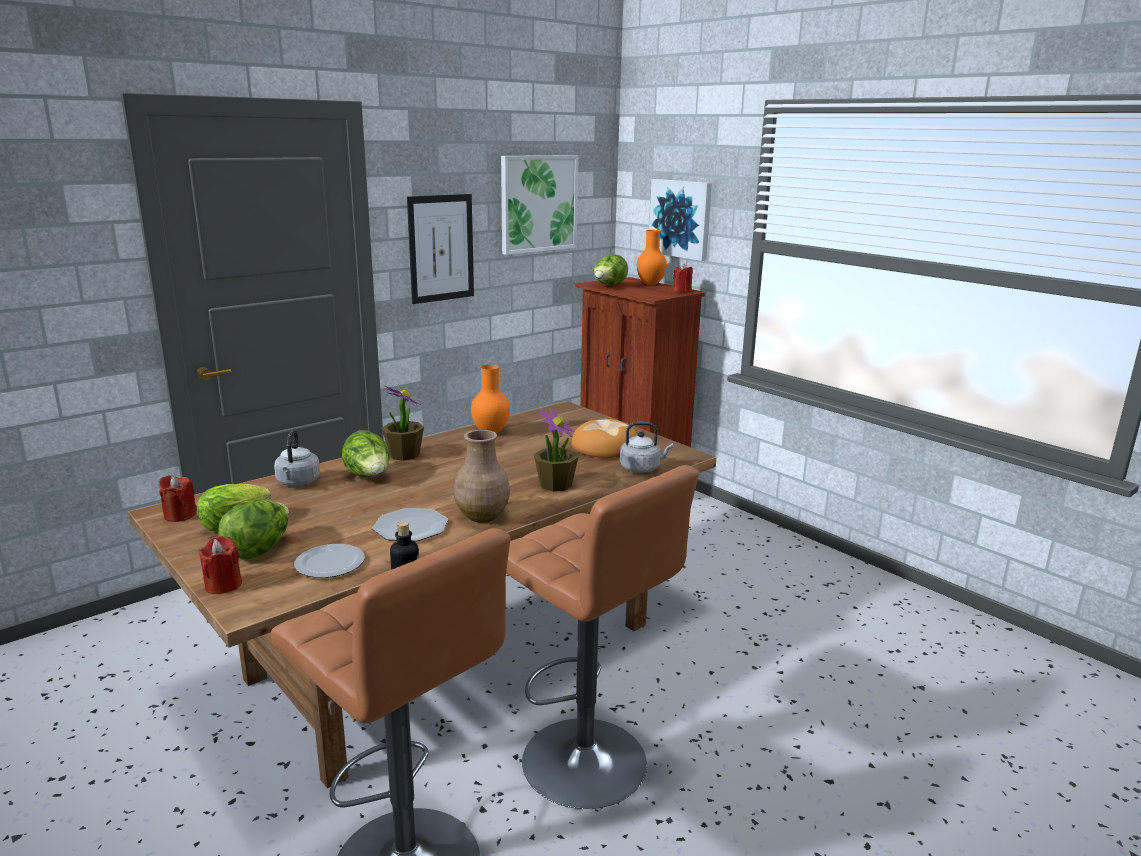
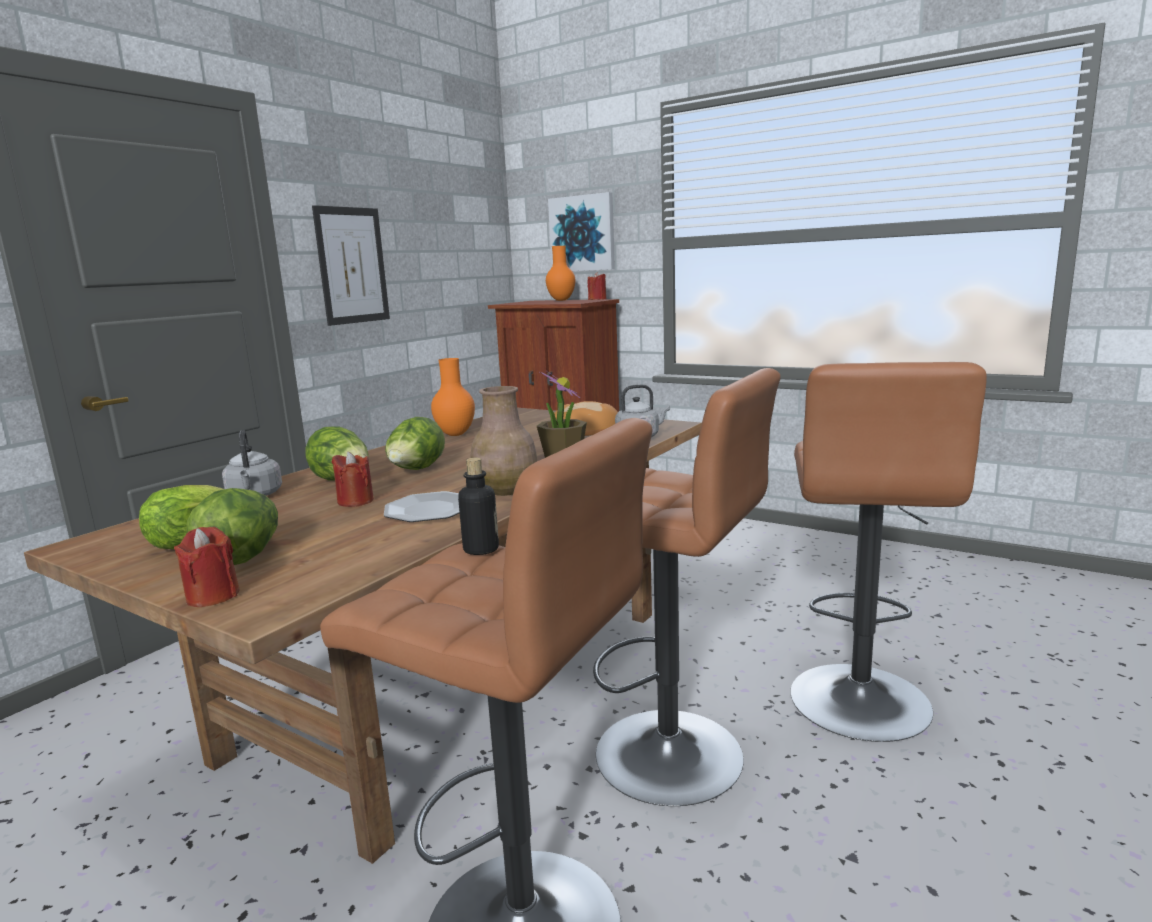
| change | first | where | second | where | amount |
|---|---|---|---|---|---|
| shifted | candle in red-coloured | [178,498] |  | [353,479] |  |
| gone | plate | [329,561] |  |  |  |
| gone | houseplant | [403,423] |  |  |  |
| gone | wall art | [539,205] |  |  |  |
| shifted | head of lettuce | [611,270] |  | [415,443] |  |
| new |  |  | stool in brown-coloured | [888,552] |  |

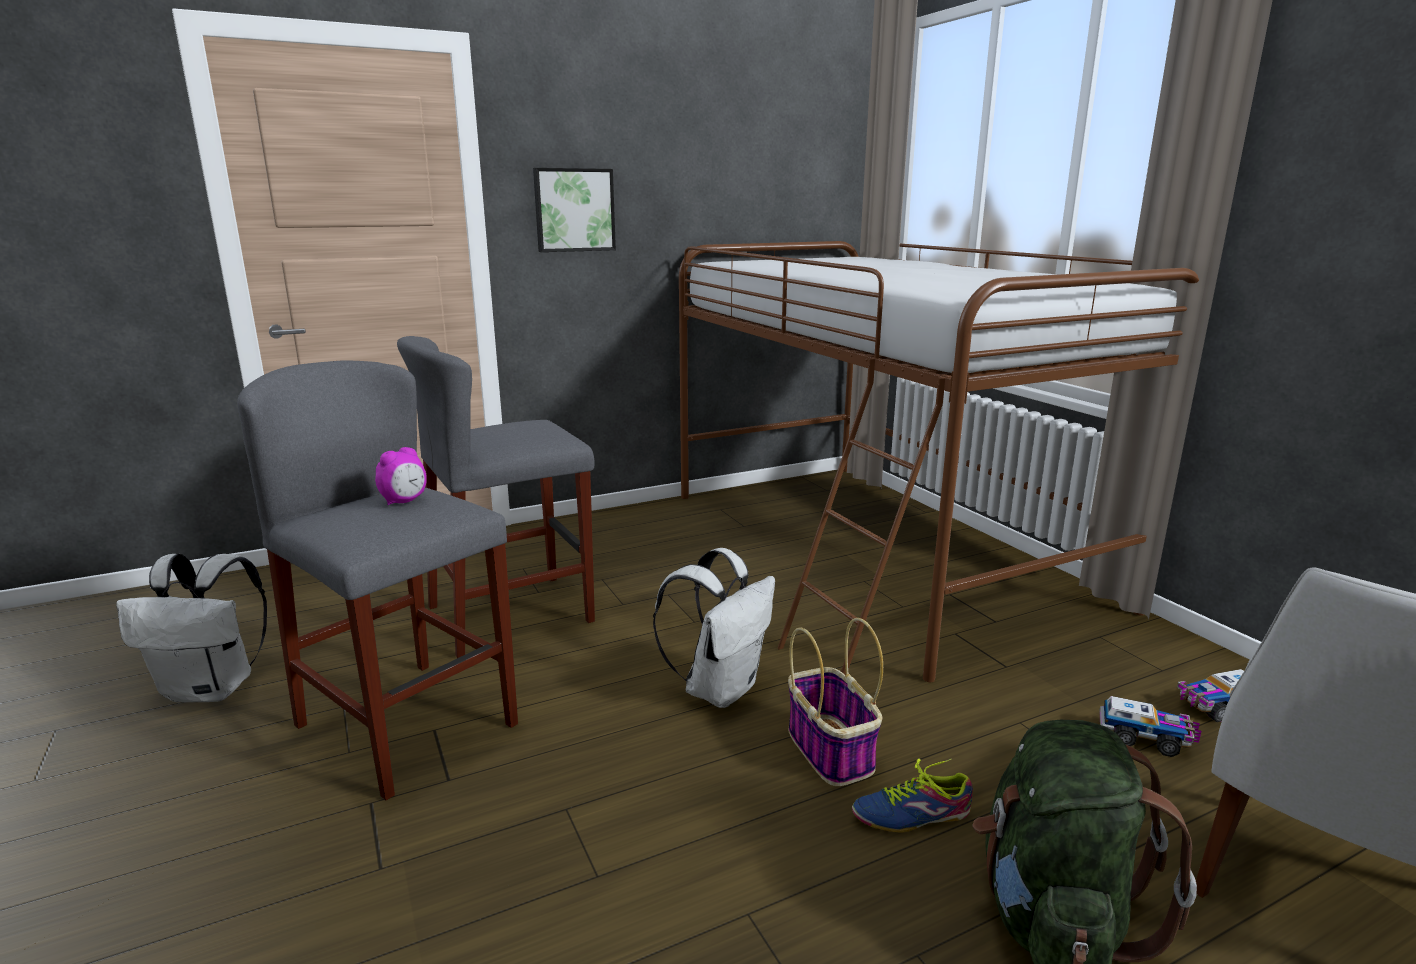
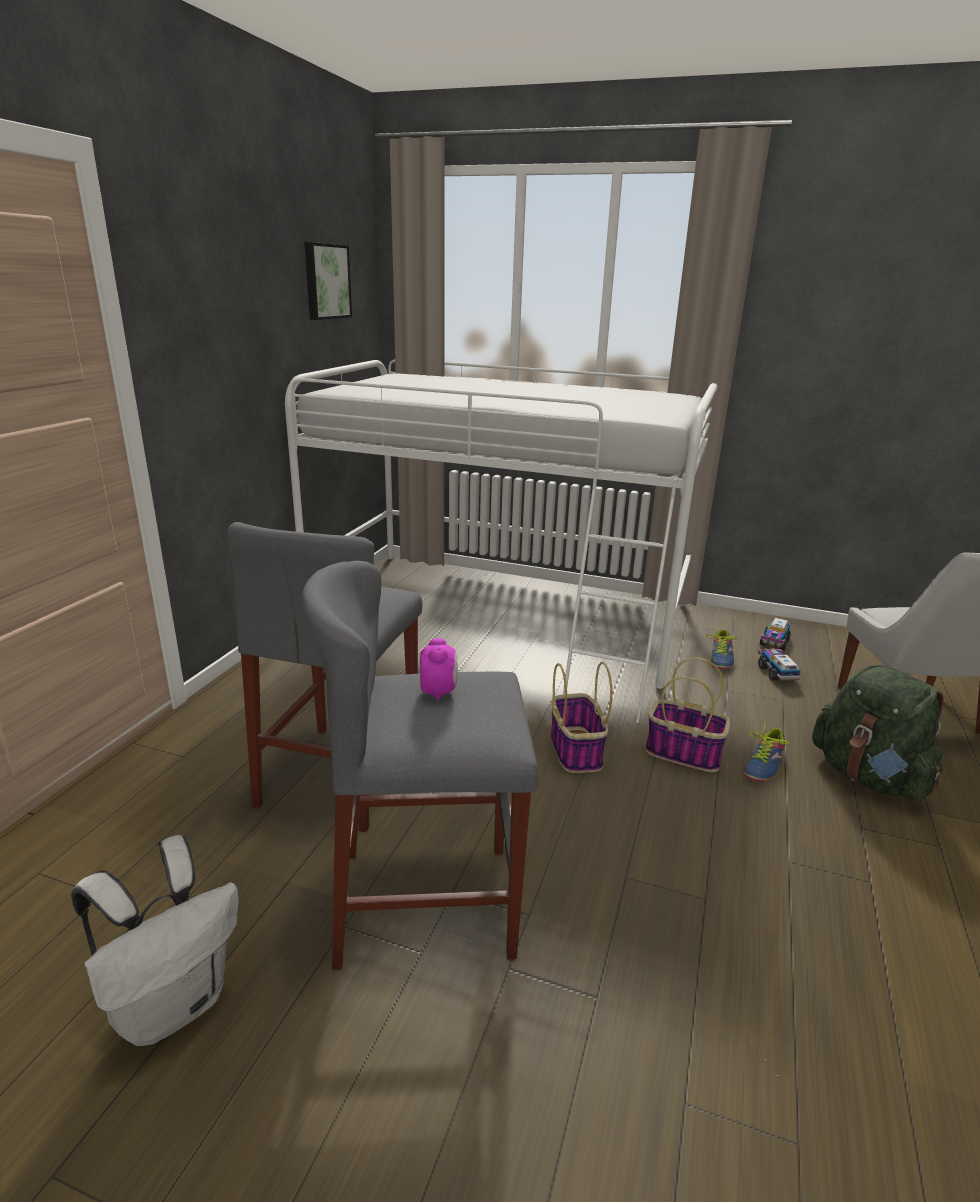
| change | first | where | second | where | amount |
|---|---|---|---|---|---|
| shifted | wall art | [574,210] |  | [328,281] |  |
| swapped | rucksack in white-coloured | [714,628] | household basket | [582,717] |  |
| repainted | bedroom bed in brown-coloured | [939,461] | bedroom bed in white-coloured | [501,541] |  |
| rotated | toy truck | [1150,726] |  | [779,664] | 75 degrees counterclockwise |
| new |  |  | low shoe | [721,648] |  |

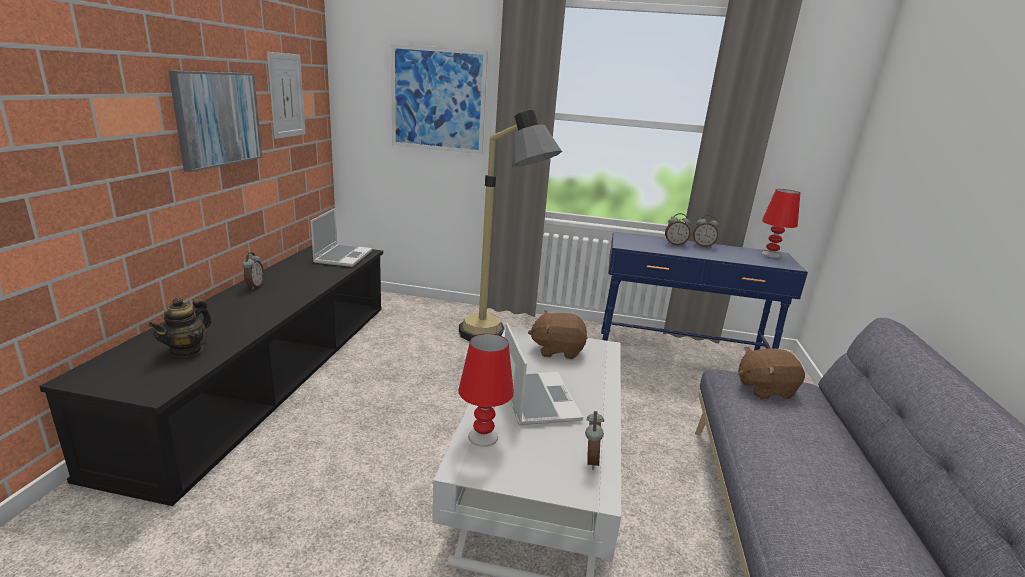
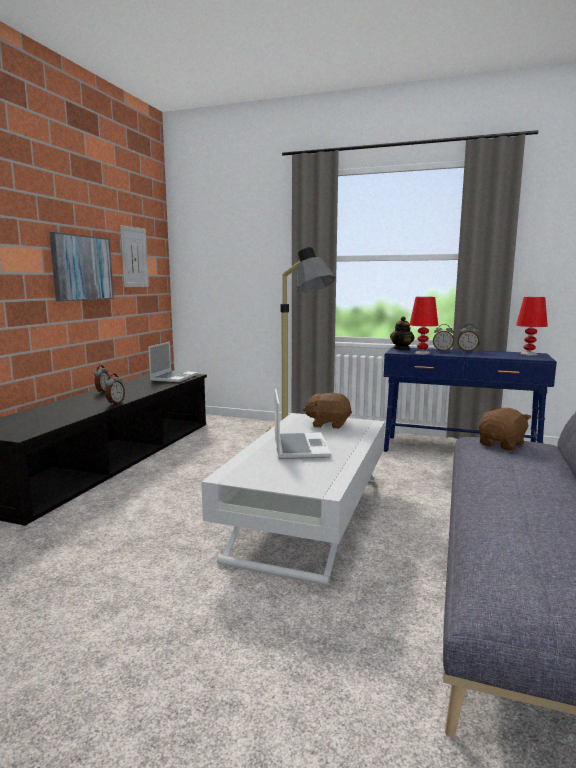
| change | first | where | second | where | amount |
|---|---|---|---|---|---|
| shifted | tea pot | [180,327] |  | [402,333] |  |
| gone | wall art | [439,99] |  |  |  |
| shifted | table lamp in red-coloured | [486,390] |  | [423,325] |  |
| shifted | alarm clock | [594,440] |  | [115,389] |  |
| rotated | cuddly toy in brown-coloured | [771,372] |  | [504,429] | 135 degrees clockwise |

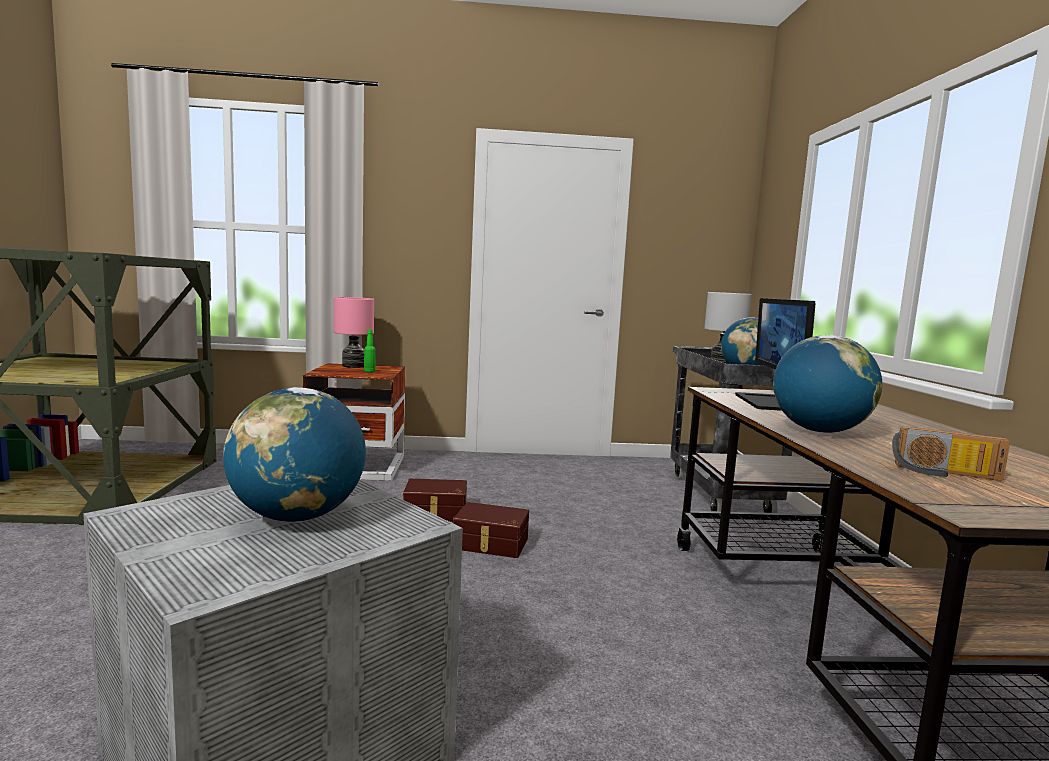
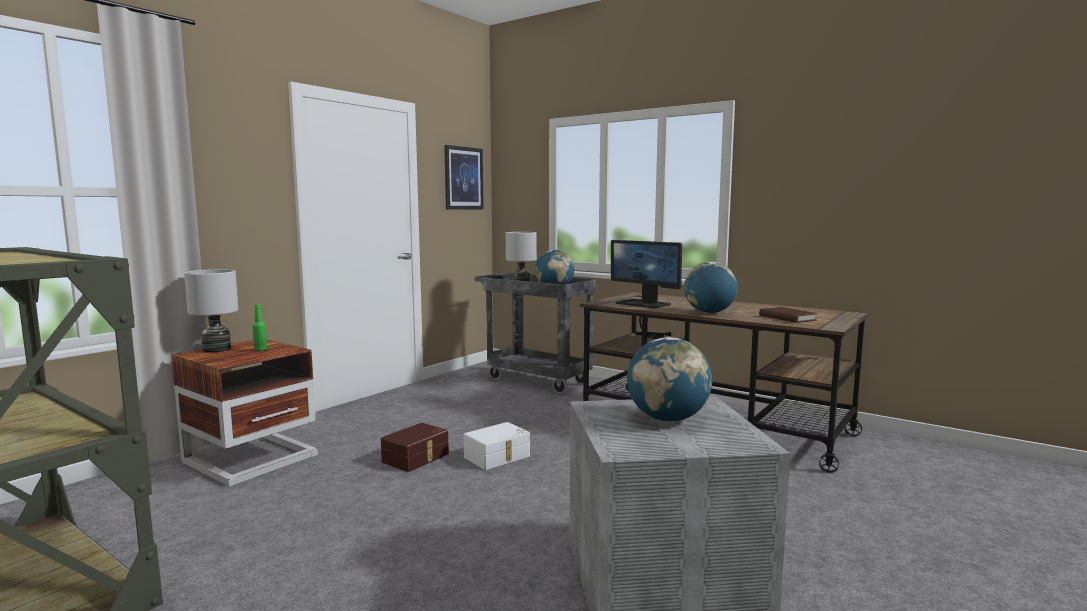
| change | first | where | second | where | amount |
|---|---|---|---|---|---|
| repainted | table lamp in pinkish | [354,332] | table lamp in greyish | [211,311] |  |
| repainted | storage container in brown-coloured | [491,530] | storage container in white-coloured | [497,446] |  |
| swapped | radio receiver | [951,453] | book in brown-coloured | [788,315] |  |
| new |  |  | wall art | [464,177] |  |

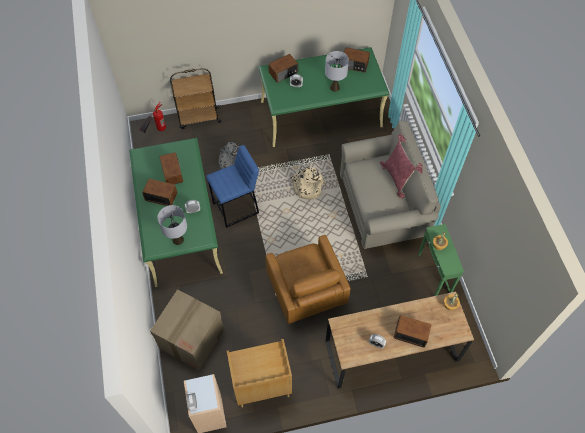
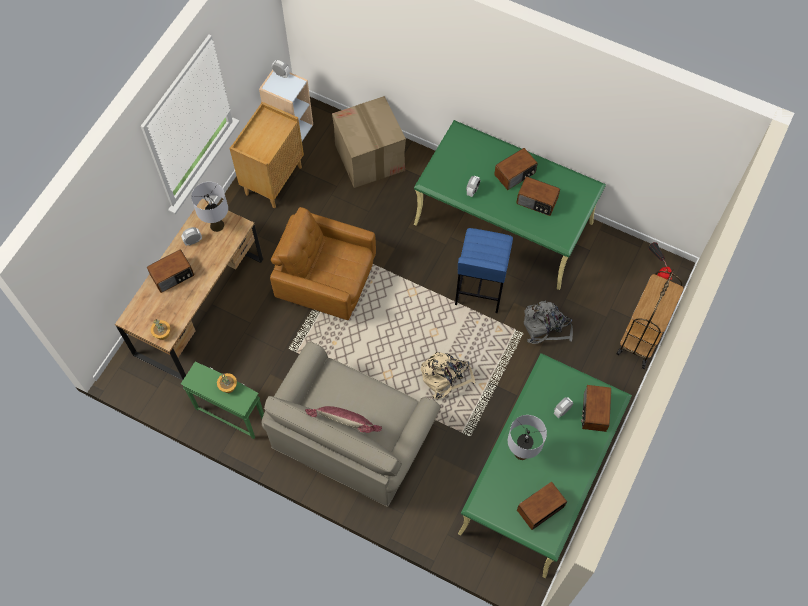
| change | first | where | second | where | amount |
|---|---|---|---|---|---|
| shifted | table lamp in greyish | [172,225] |  | [209,207] |  |

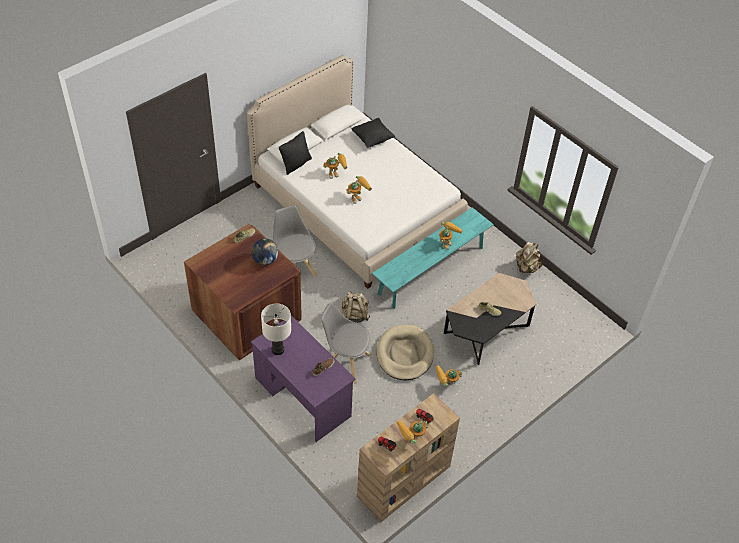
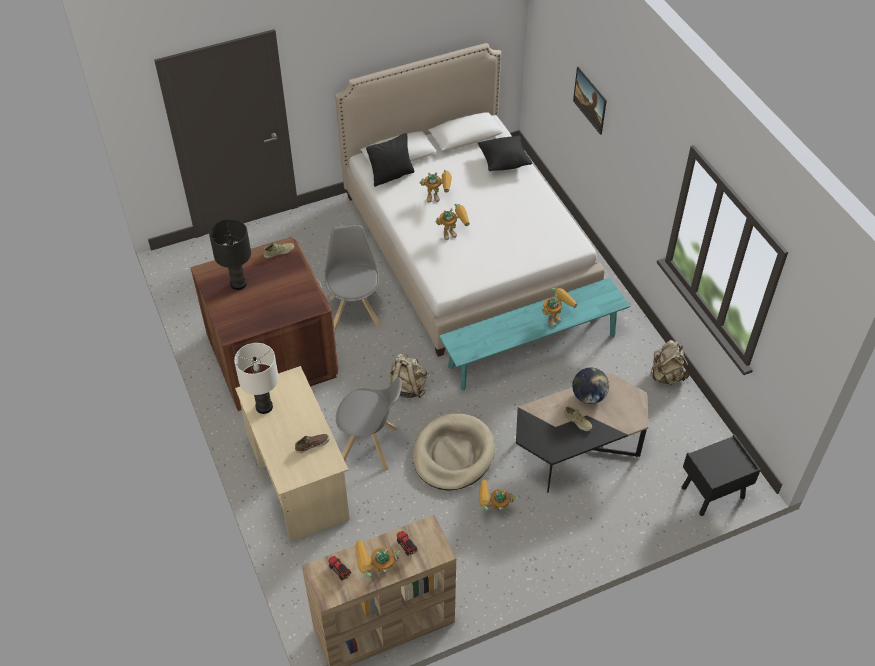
| change | first | where | second | where | amount |
|---|---|---|---|---|---|
| repainted | desk table in purple-coloured | [303,378] | desk table in beige | [292,454] |  |
| shifted | globe | [265,252] |  | [590,386] |  |
| rotated | plain chair in greyish | [346,343] |  | [369,424] | 150 degrees clockwise |
| new |  |  | table lamp in black | [230,254] |  |
| new |  |  | wall art | [590,101] |  |
| new |  |  | nightstand in black | [721,475] |  |

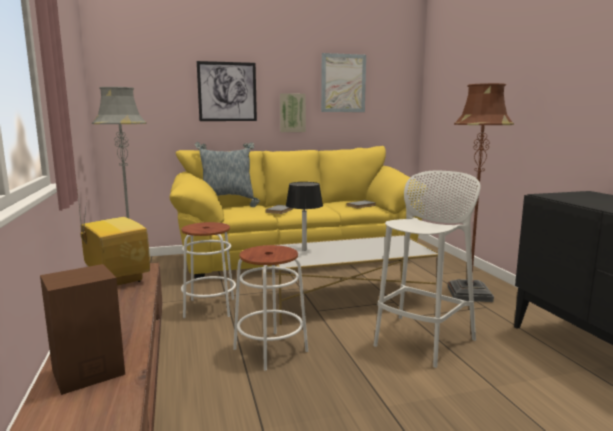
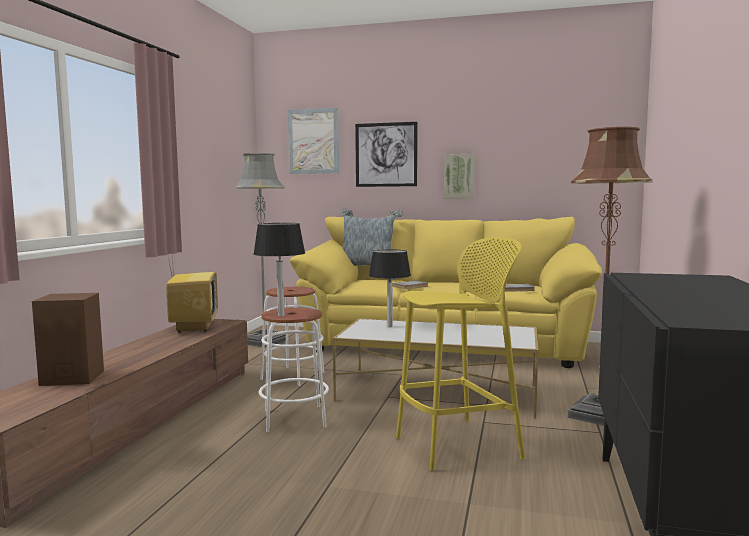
| change | first | where | second | where | amount |
|---|---|---|---|---|---|
| shifted | wall art | [343,82] |  | [313,141] |  |
| repainted | stool in white-coloured | [427,269] | stool in yellowish | [460,354] |  |
| new |  |  | table lamp in black | [279,270] |  |

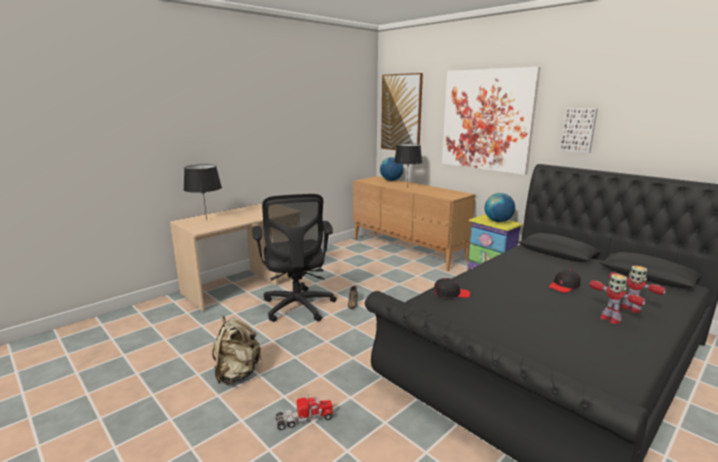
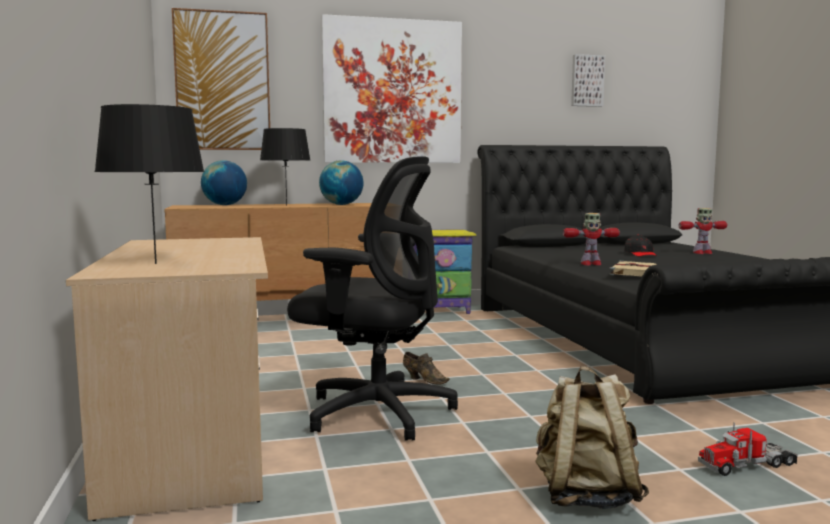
| change | first | where | second | where | amount |
|---|---|---|---|---|---|
| rotated | toy truck | [304,411] |  | [747,449] | 120 degrees counterclockwise |
| swapped | baseball cap in black | [452,288] | book in beige | [633,269] |  |
| shifted | globe | [500,207] |  | [341,182] |  |
| shifted | wall art | [579,130] |  | [588,80] |  |
| shifted | model robot | [617,299] |  | [591,239] |  |

